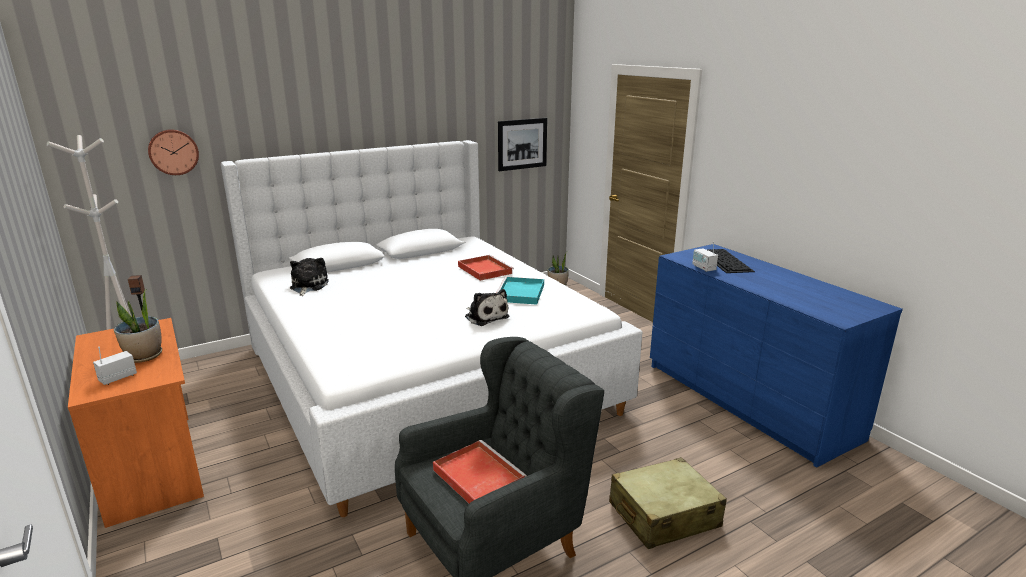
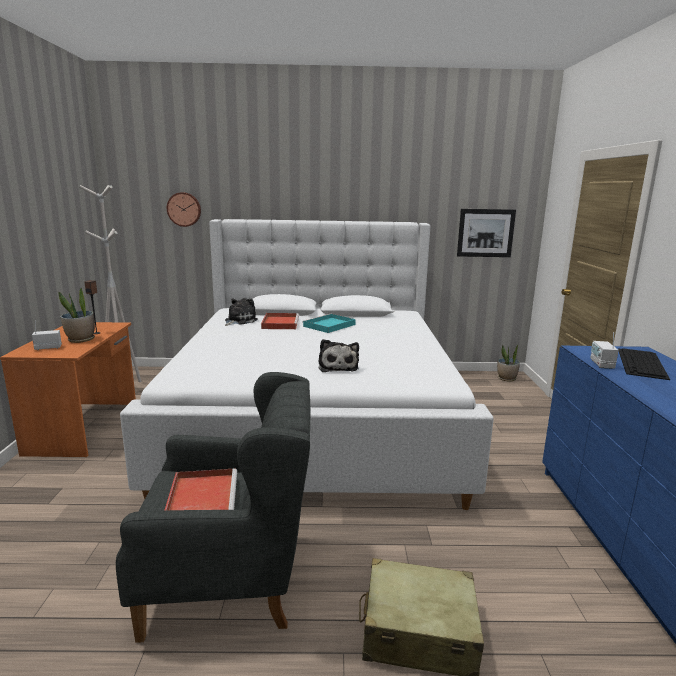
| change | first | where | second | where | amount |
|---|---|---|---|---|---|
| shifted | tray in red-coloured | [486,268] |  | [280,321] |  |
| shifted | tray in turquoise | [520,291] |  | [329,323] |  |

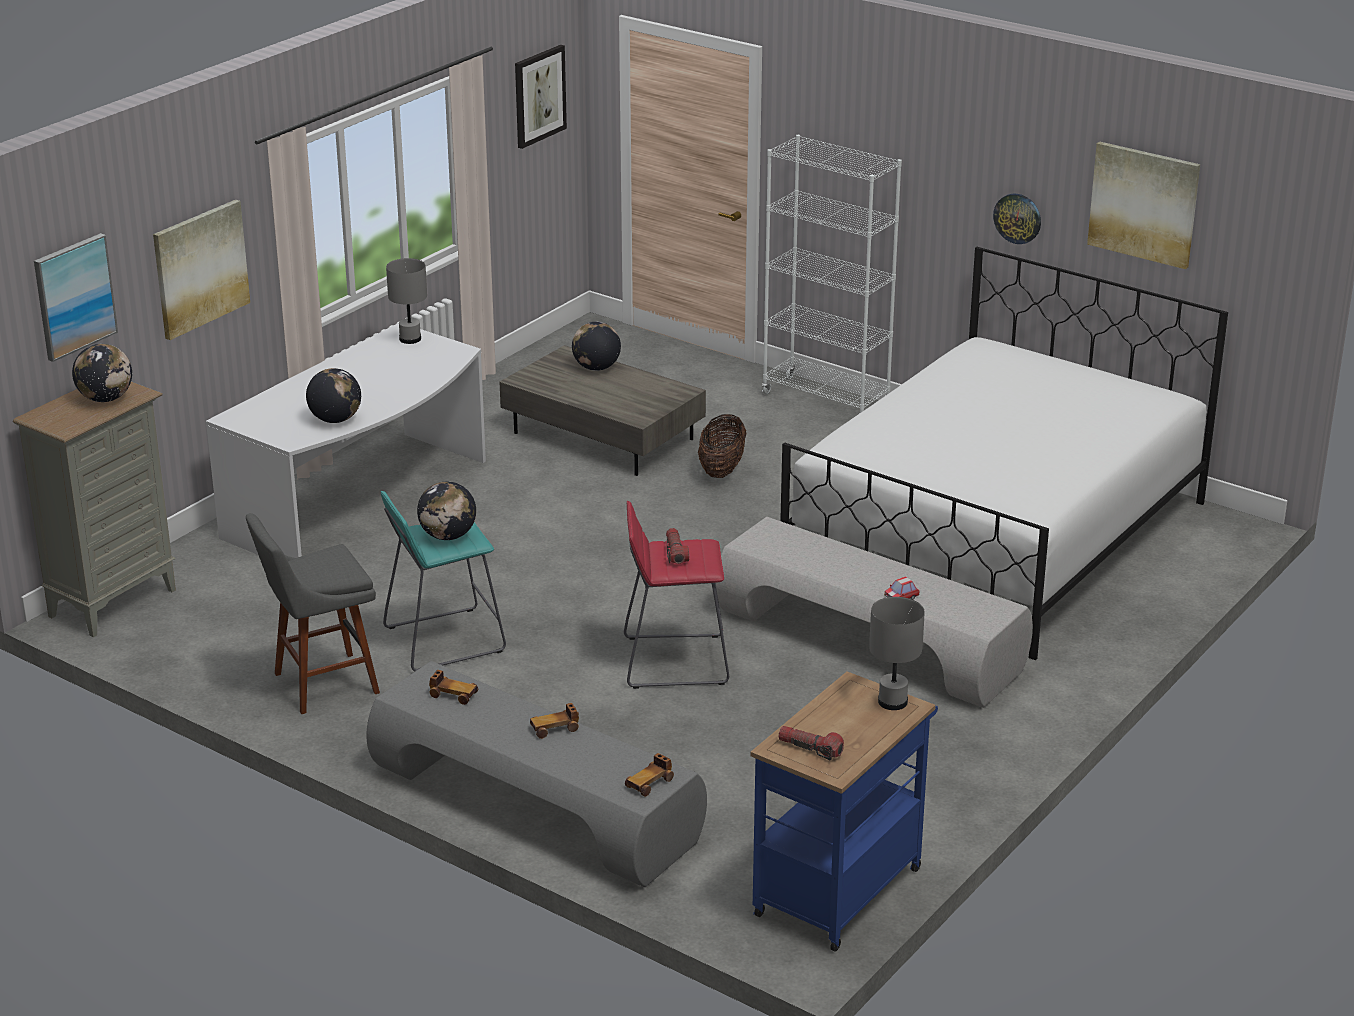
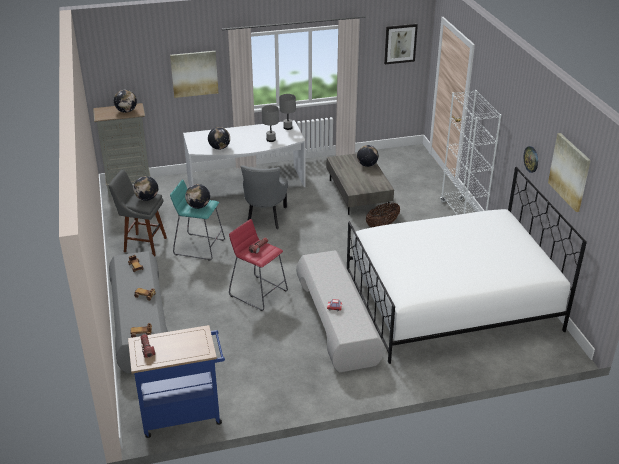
| change | first | where | second | where | amount |
|---|---|---|---|---|---|
| gone | wall art | [76,297] |  |  |  |
| shifted | table lamp in greyish | [896,653] |  | [270,123] |  |
| new |  |  | globe | [145,188] |  |
| new |  |  | plain chair in greyish | [264,197] |  |

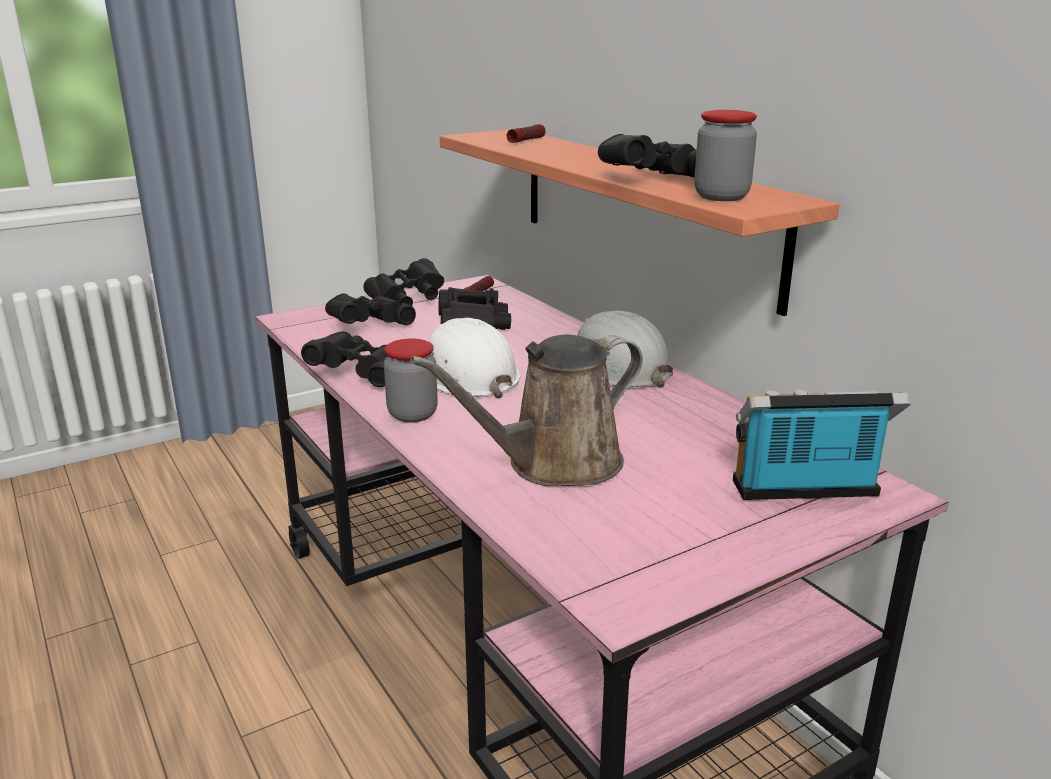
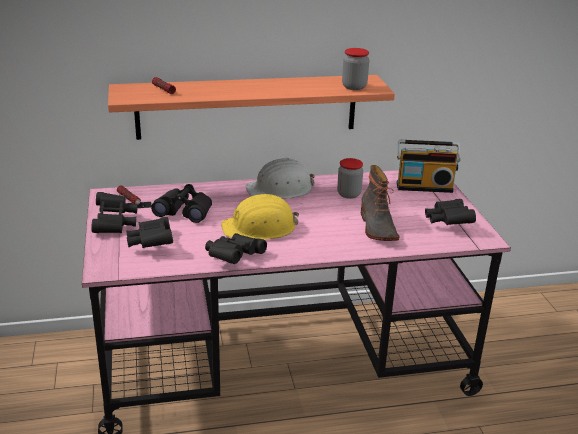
| change | first | where | second | where | amount |
|---|---|---|---|---|---|
| shifted | storage jar | [411,380] |  | [350,178] |  |
| swapped | watering pot in brown-coloured | [526,410] | tall boot | [380,203] |  |
| repainted | hard hat in white-coloured | [474,358] | hard hat in yellowish | [260,217] |  |
| shifted | pair of binoculars in black | [647,155] |  | [450,212] |  |
| rotated | radio receiver | [822,445] |  | [428,166] | 105 degrees counterclockwise |

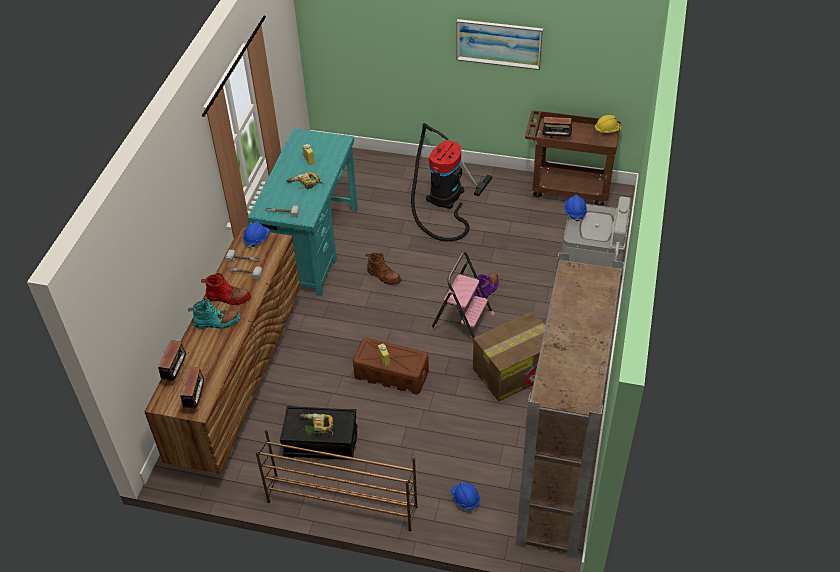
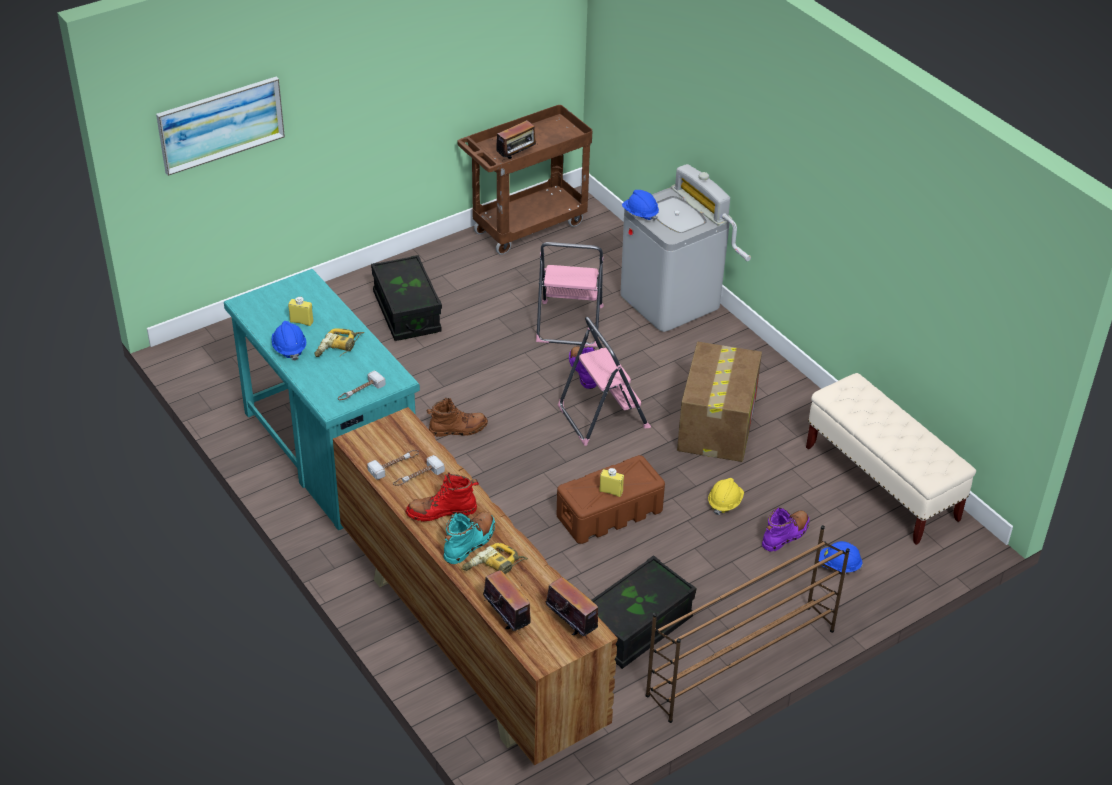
| change | first | where | second | where | amount |
|---|---|---|---|---|---|
| rotated | tall boot in red-coloured | [226,289] |  | [442,497] | 150 degrees counterclockwise |
| shifted | hard hat in blue | [256,234] |  | [289,341] |  |
| shifted | electric drill | [316,424] |  | [495,558] |  |
| swapped | hoover | [451,182] | storage container in black | [406,298] |  |
| shifted | wall art | [499,44] |  | [220,126] |  |
| swapped | shelving unit in brown-coloured | [570,405] | long seat in beige | [891,459] |  |
| shifted | hard hat in yellowish | [608,124] |  | [726,496] |  |
| new |  |  | step stool in pinkish | [570,294] |  |
| new |  |  | tall boot in purple-coloured | [786,529] |  |

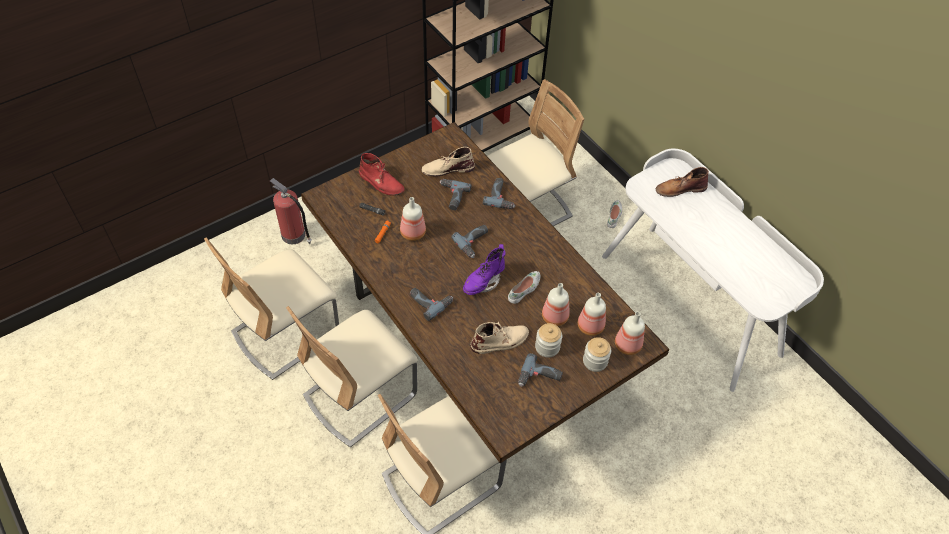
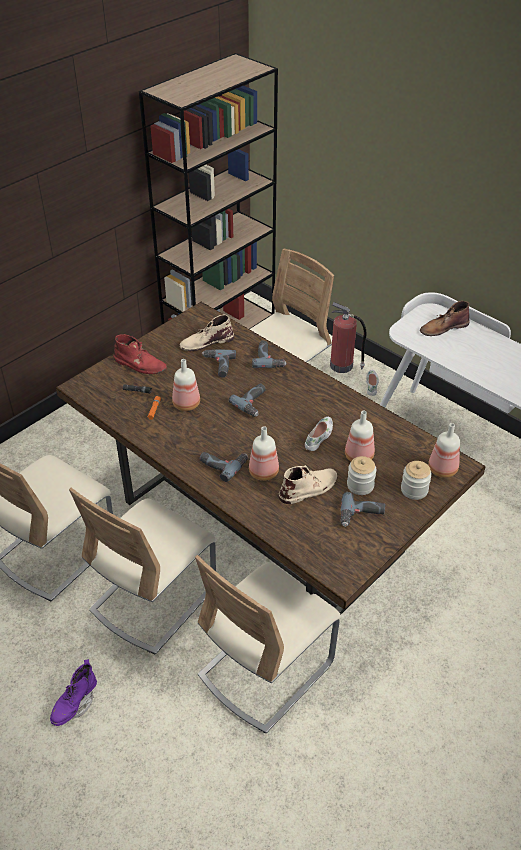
| change | first | where | second | where | amount |
|---|---|---|---|---|---|
| shifted | fire extinguisher | [291,211] |  | [348,337] |  |
| shifted | tall boot in purple-coloured | [484,269] |  | [73,692] |  |
| shifted | drink bottle | [592,314] |  | [264,453] |  |

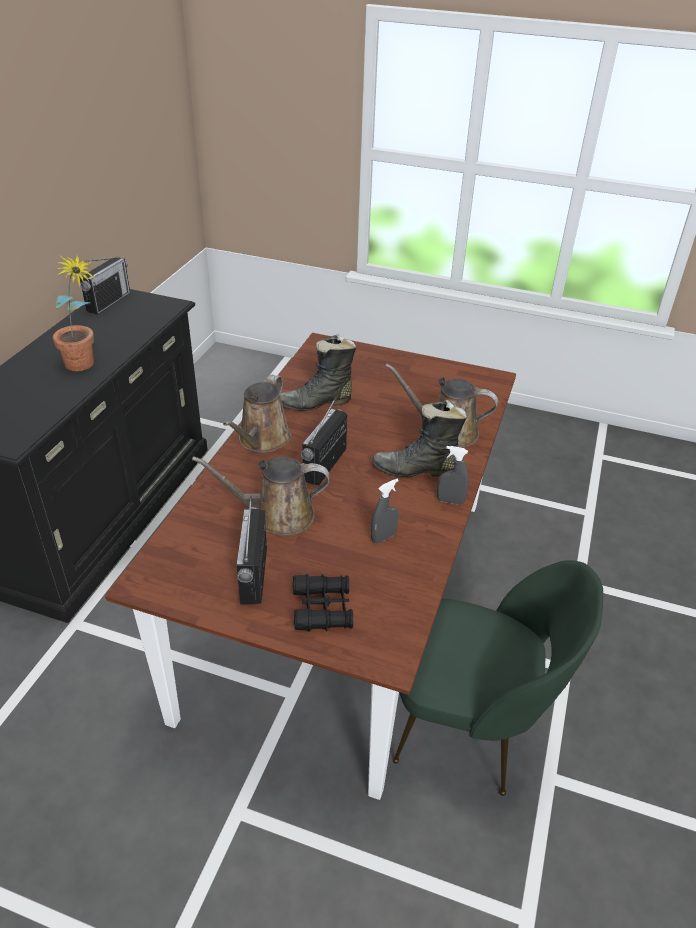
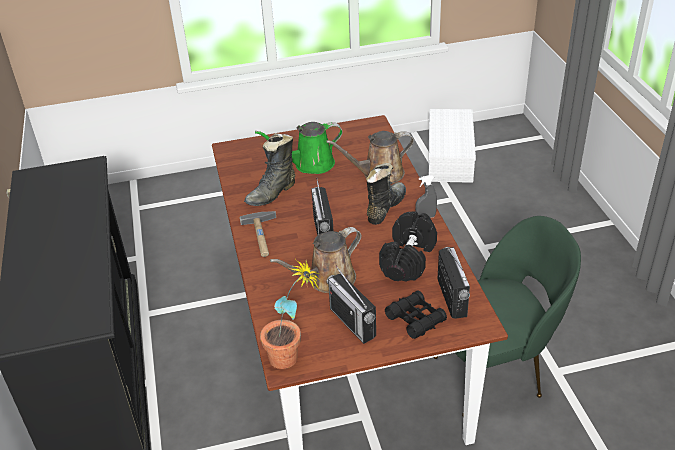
| change | first | where | second | where | amount |
|---|---|---|---|---|---|
| shifted | houseplant | [74,312] |  | [290,314] |  |
| shifted | radio receiver | [105,286] |  | [454,283] |  |
| swapped | watering pot in brown-coloured | [257,414] | hand hammer | [258,234] |  |
| swapped | sprayer in greyish | [385,511] | dumbbell in black | [408,246] |  |
| rotated | tall boot in black | [419,438] |  | [386,194] | 150 degrees clockwise |
| new |  |  | watering pot in green-coloured | [299,148] |  |
| new |  |  | storage container in white-coloured | [452,146] |  |

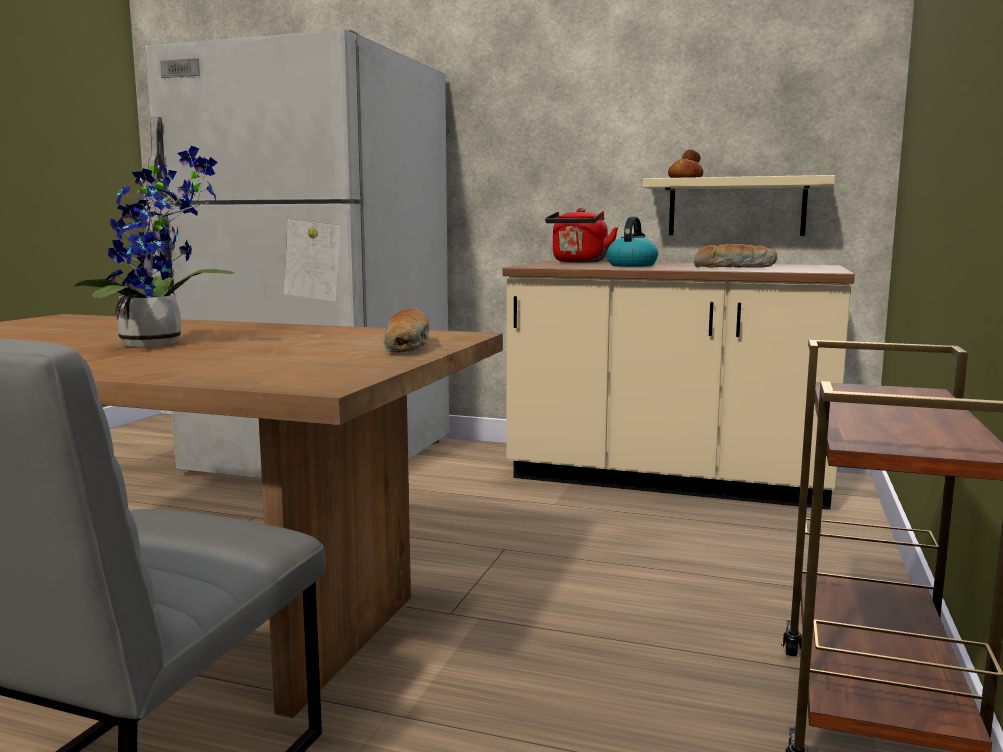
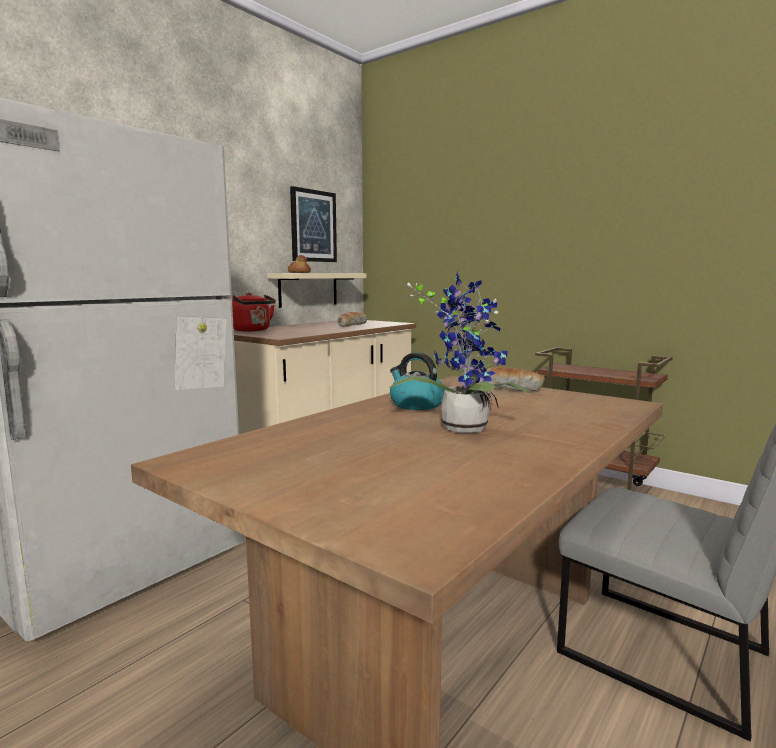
| change | first | where | second | where | amount |
|---|---|---|---|---|---|
| shifted | tea kettle | [632,242] |  | [417,381] |  |
| new |  |  | wall art | [313,224] |  |

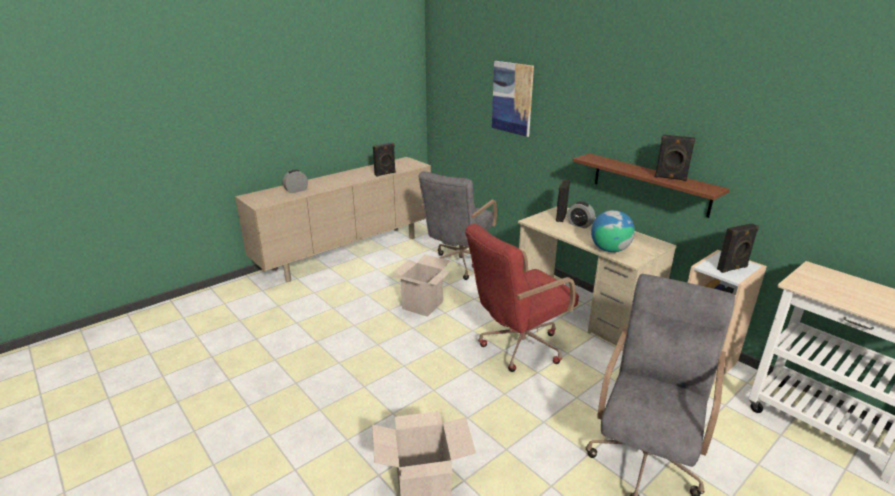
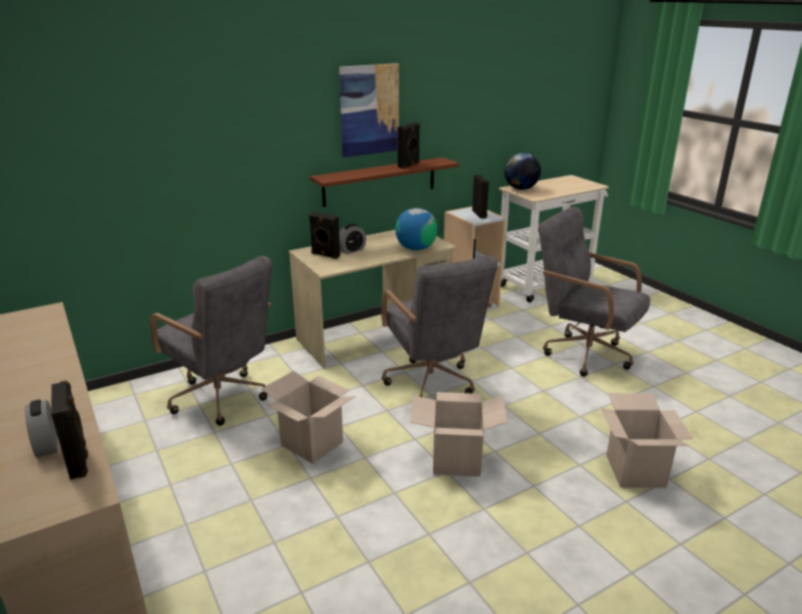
| change | first | where | second | where | amount |
|---|---|---|---|---|---|
| shifted | audio speaker in black | [384,159] |  | [69,430] |  |
| repainted | desk chair in red-coloured | [522,298] | desk chair in greyish | [439,326] |  |
| shifted | wall art | [513,99] |  | [369,110] |  |
| new |  |  | cardboard box | [458,434] |  |
| new |  |  | globe | [522,171] |  |

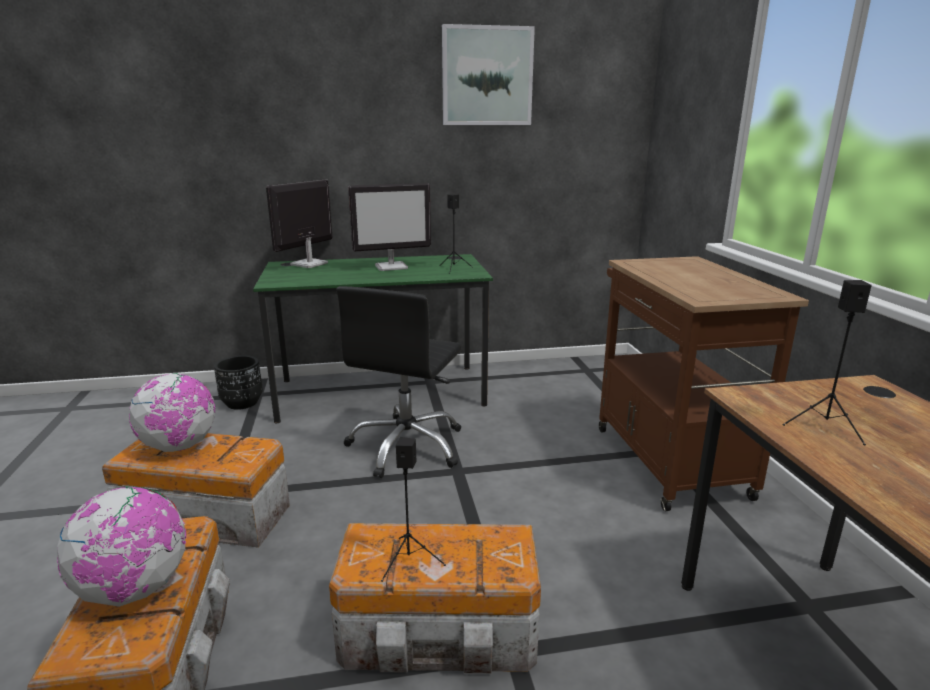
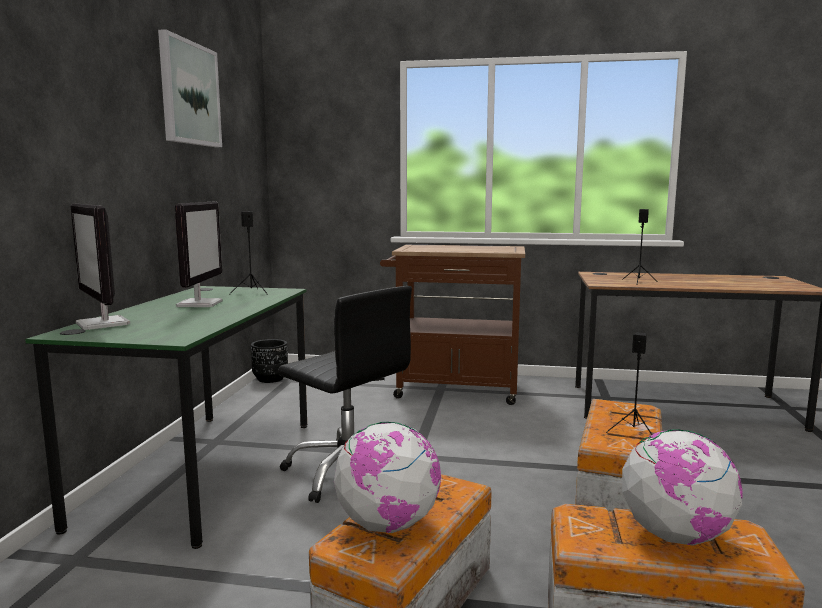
| change | first | where | second | where | amount |
|---|---|---|---|---|---|
| shifted | plant pot in black | [238,382] |  | [269,361] |  |

